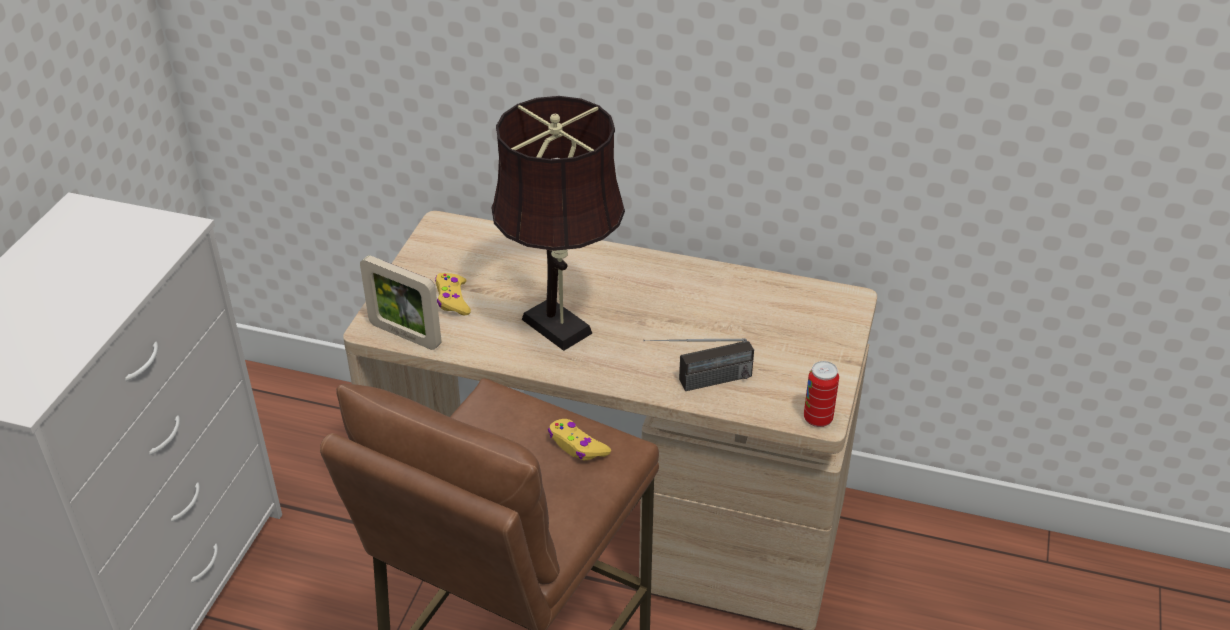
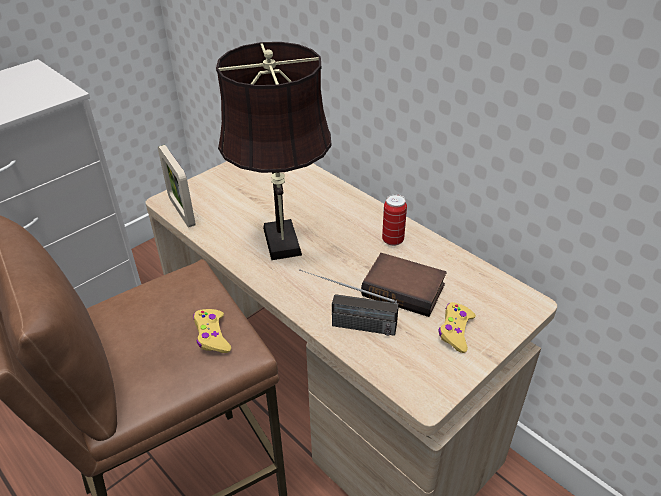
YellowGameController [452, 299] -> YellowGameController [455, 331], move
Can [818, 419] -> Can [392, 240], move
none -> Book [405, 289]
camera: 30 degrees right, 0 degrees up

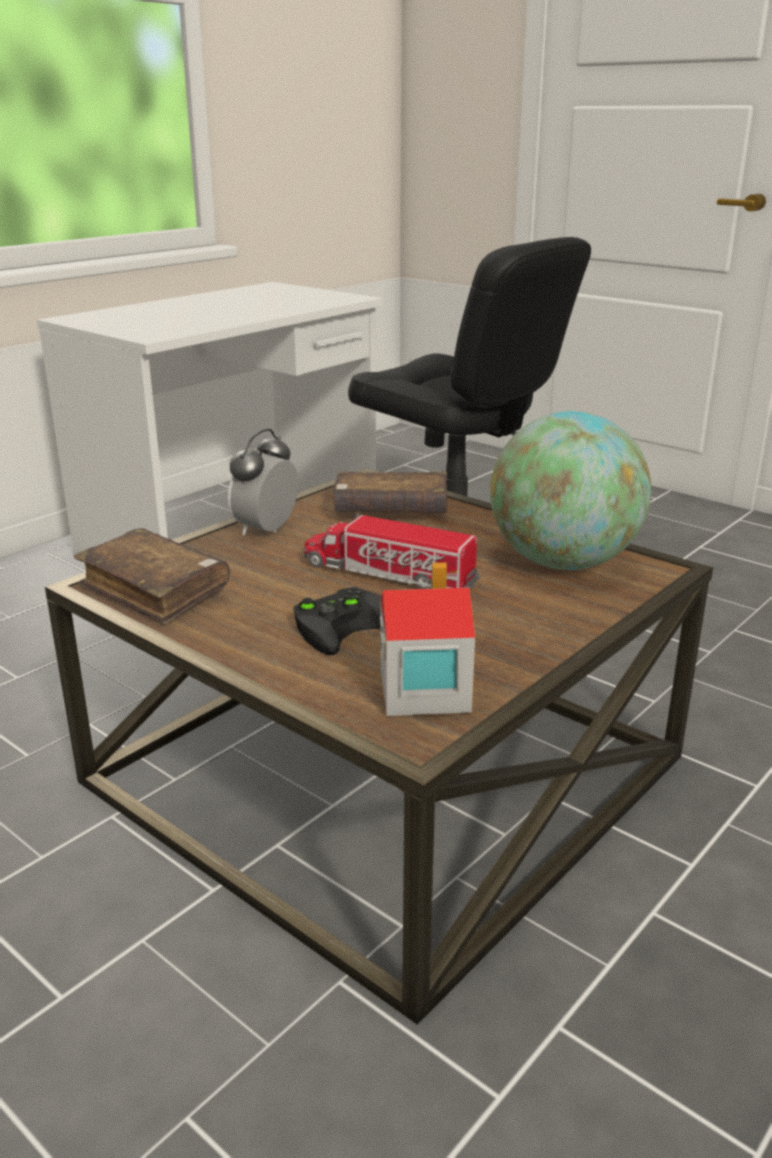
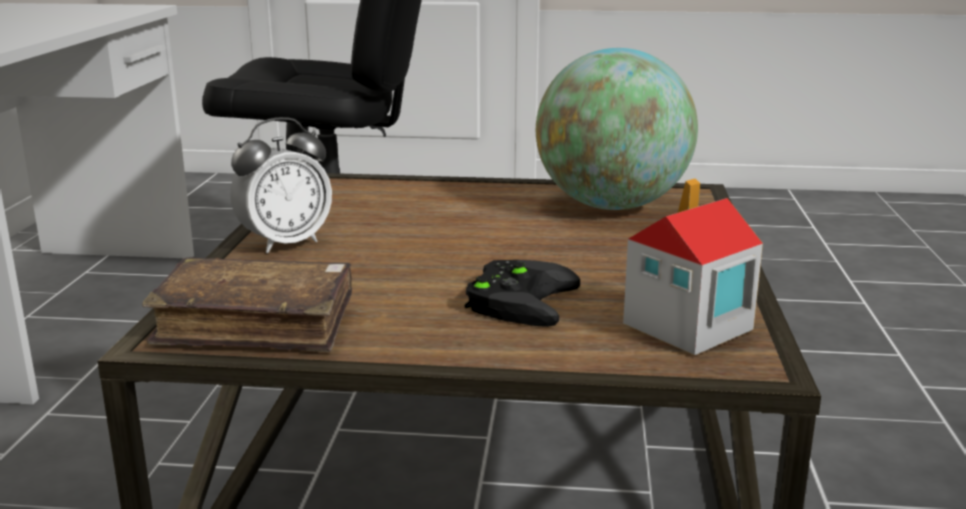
AlarmClock [266, 530] -> AlarmClock [285, 243], 120 degrees counterclockwise
ToyTruck [389, 574] -> none
BrownBook [391, 509] -> none
camera: 35 degrees left, 5 degrees down

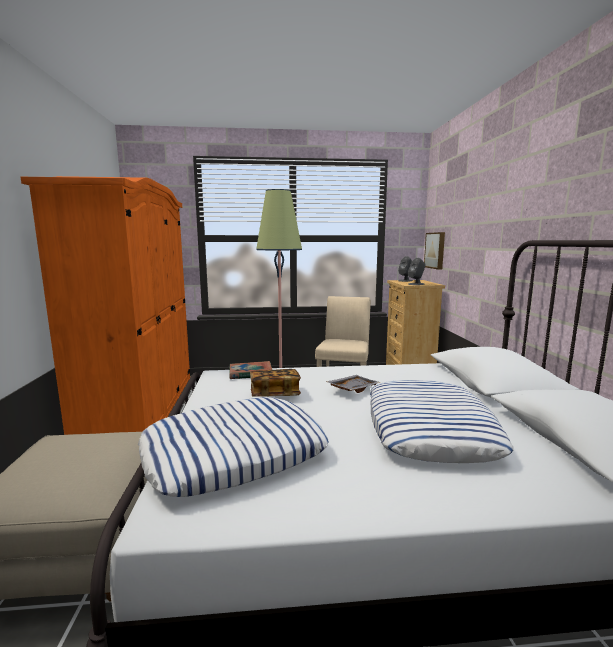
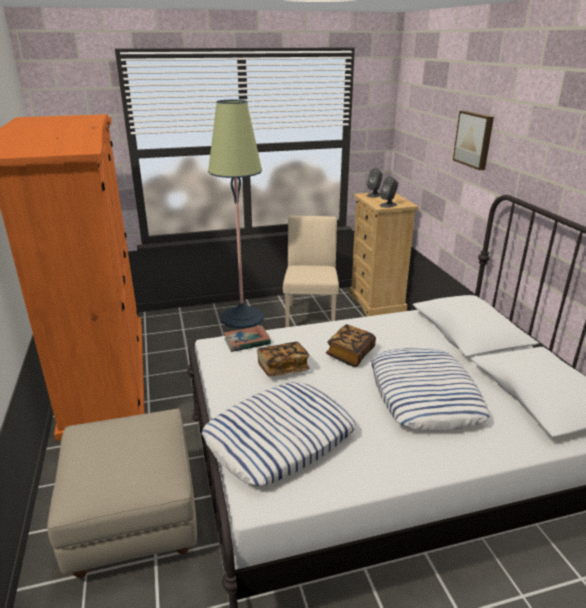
GreyTray [352, 389] -> Book [350, 354]
Picture [435, 250] -> Picture [474, 139], move
camera: 10 degrees left, 15 degrees up

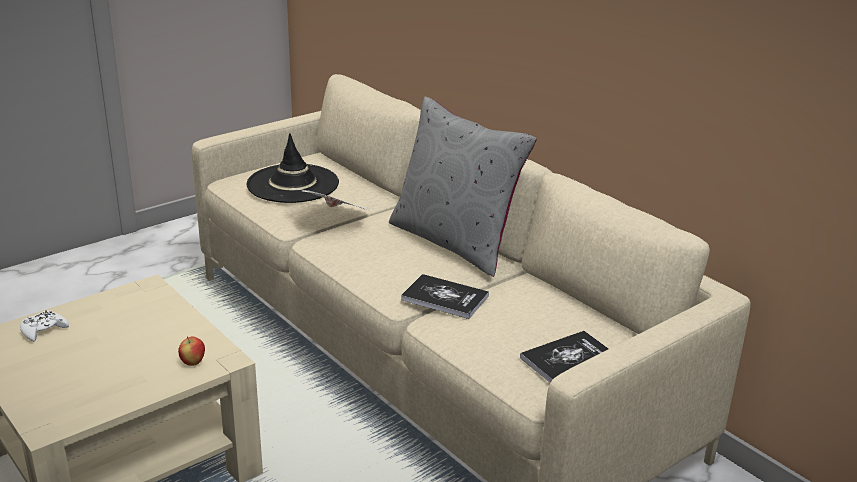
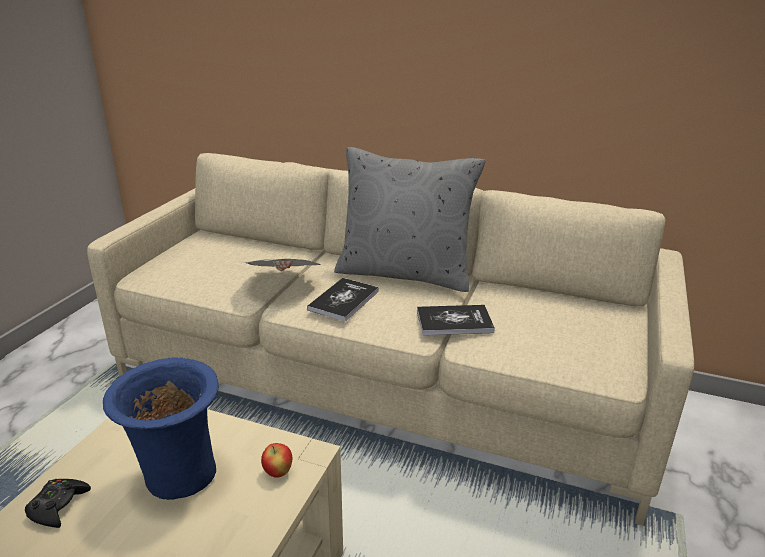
WhiteGameController [43, 330] -> BlackGameController [58, 506]
BlackHat [293, 184] -> none
Book [568, 359] -> Book [343, 300], move
none -> BlueVase [178, 478]
camera: 30 degrees left, 0 degrees up

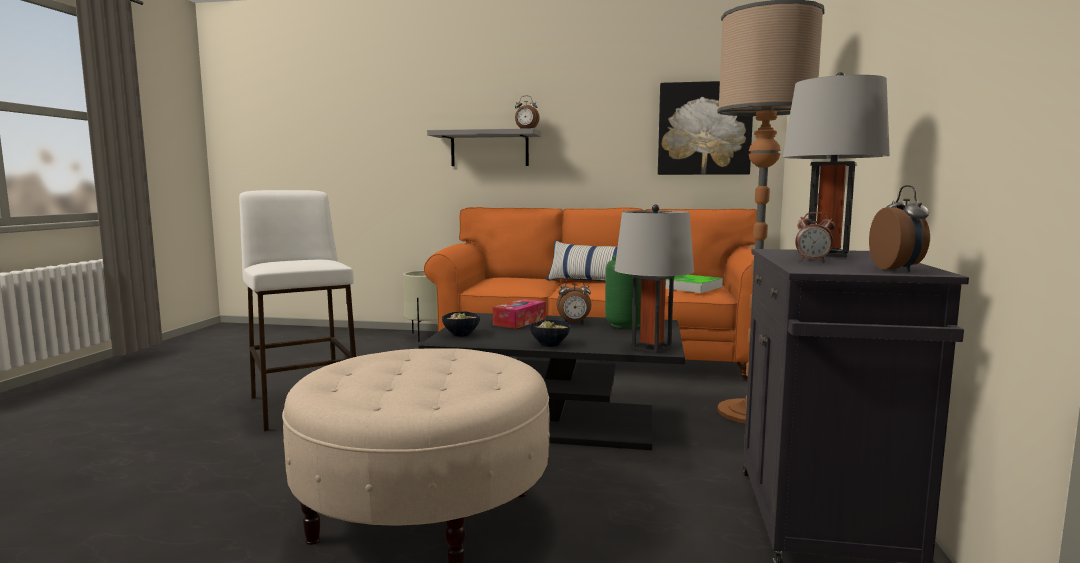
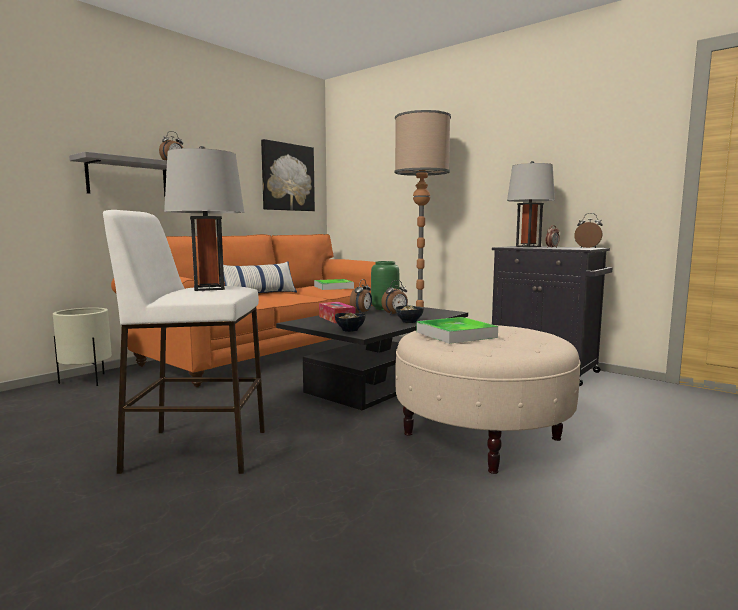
GreyTableLamp [651, 347] -> GreyTableLamp [209, 288], move
none -> AlarmClock [395, 314]
none -> Tray [456, 334]
camera: 60 degrees left, 0 degrees up

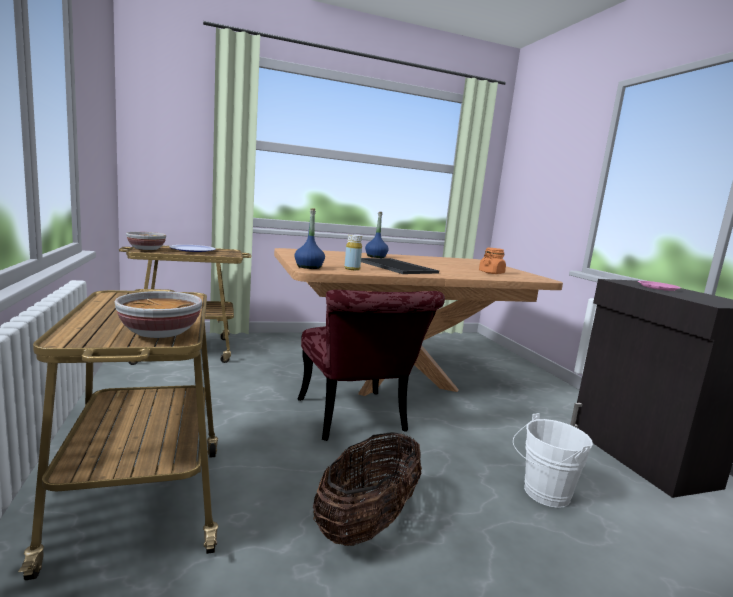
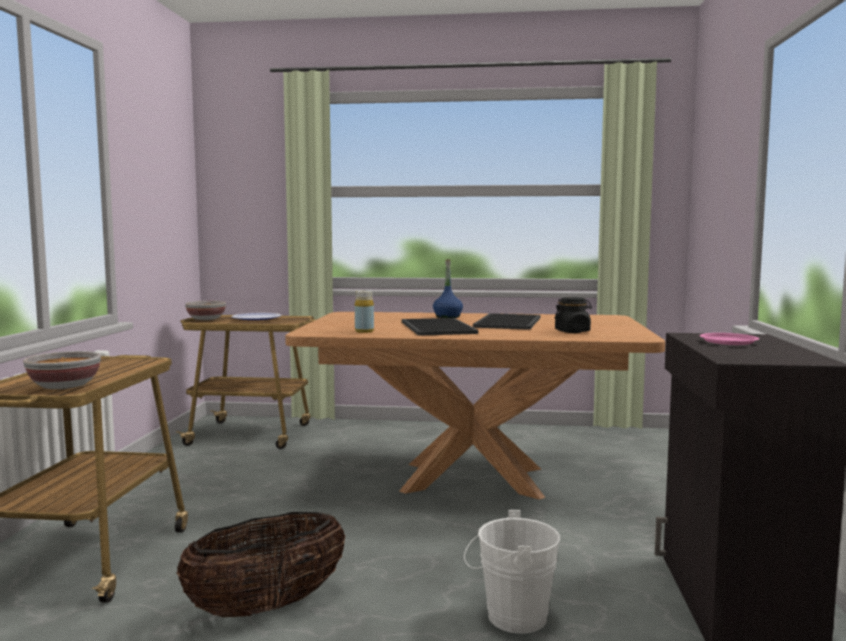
BlueBottle [309, 267] -> none
RedChair [356, 421] -> none
OrangeJar [491, 273] -> BlackJar [572, 331]
none -> Tray [509, 322]
camera: 25 degrees right, 5 degrees down

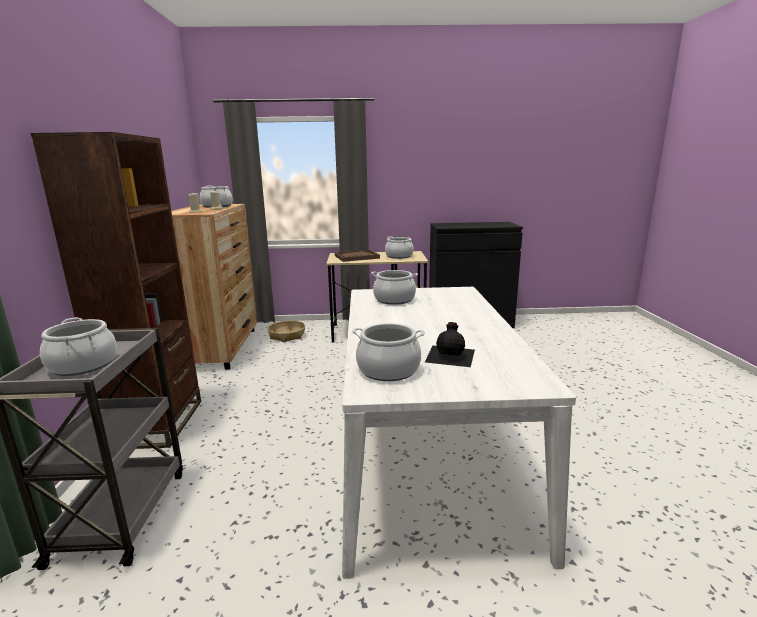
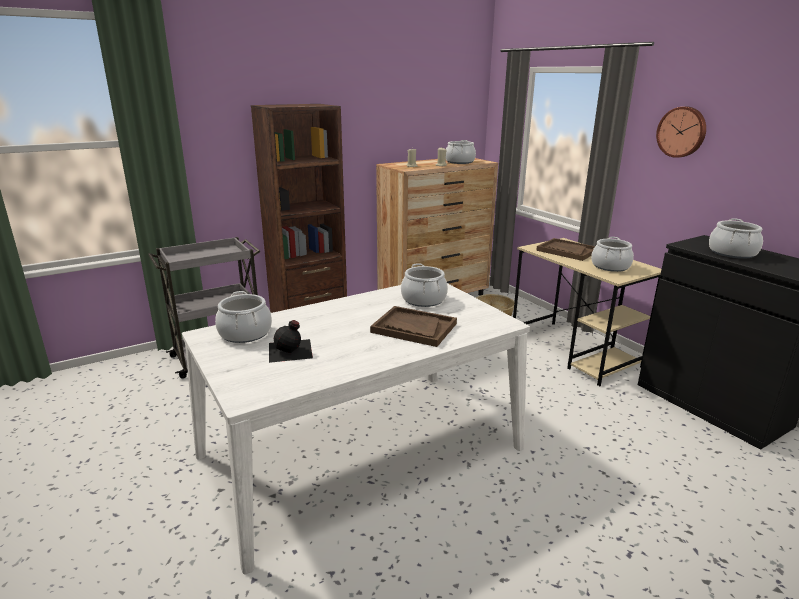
CookingPot [83, 365] -> CookingPot [732, 253], move
none -> BrownTray [413, 328]
none -> WallClock [682, 132]
camera: 60 degrees right, 5 degrees up

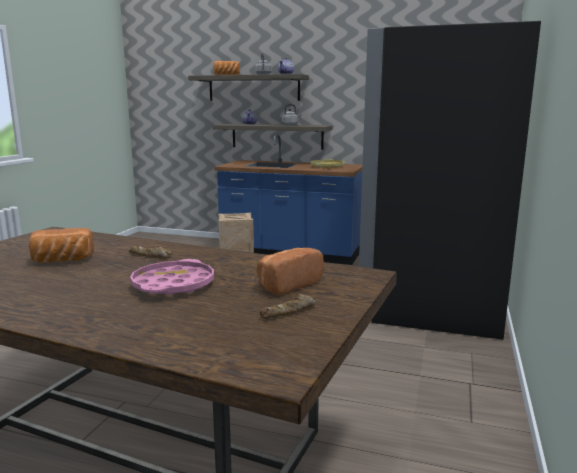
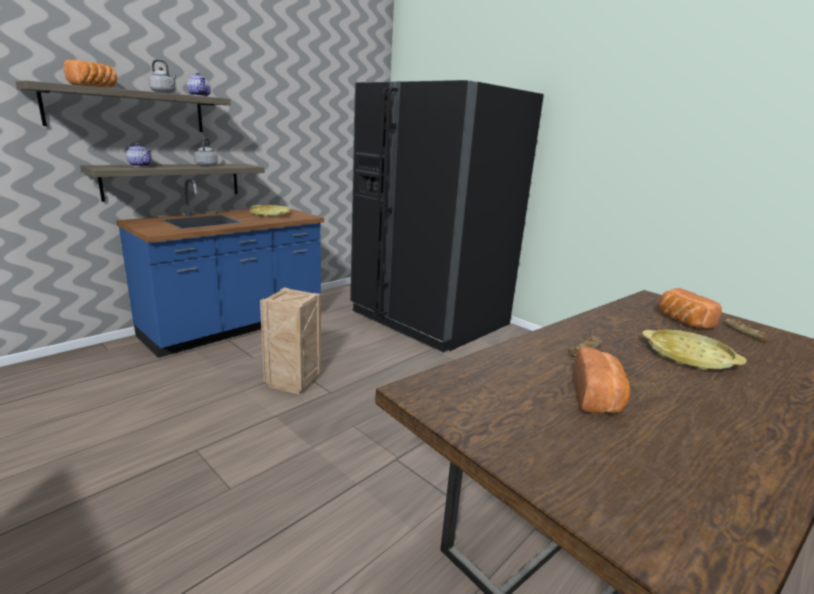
PinkTray [173, 285] -> YellowTray [688, 356]
camera: 65 degrees left, 5 degrees up

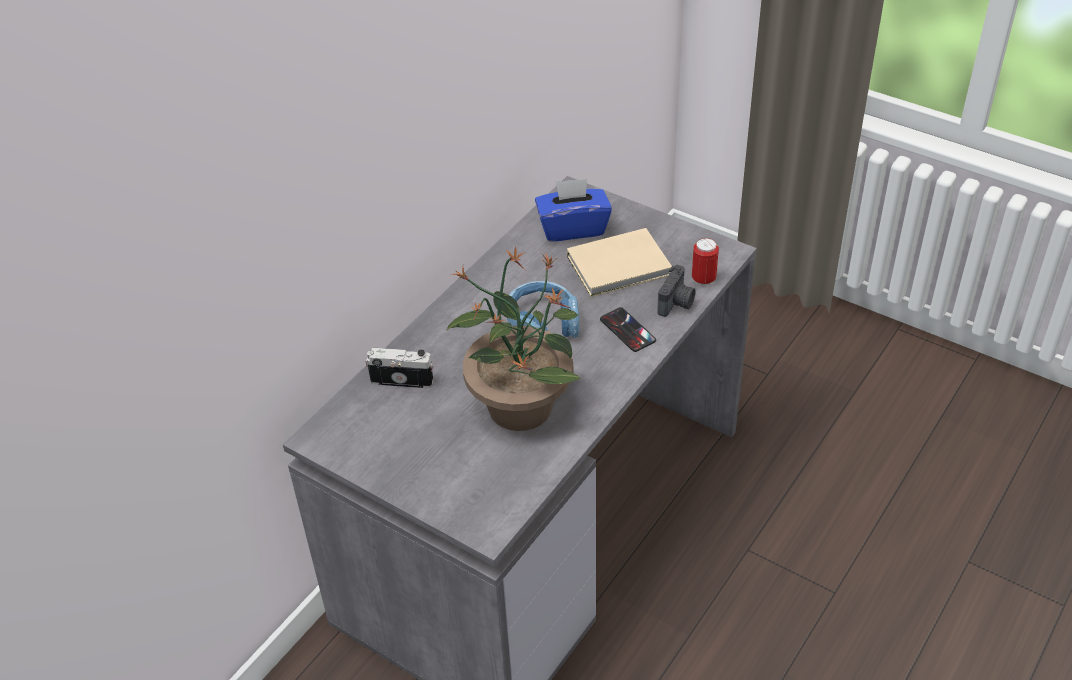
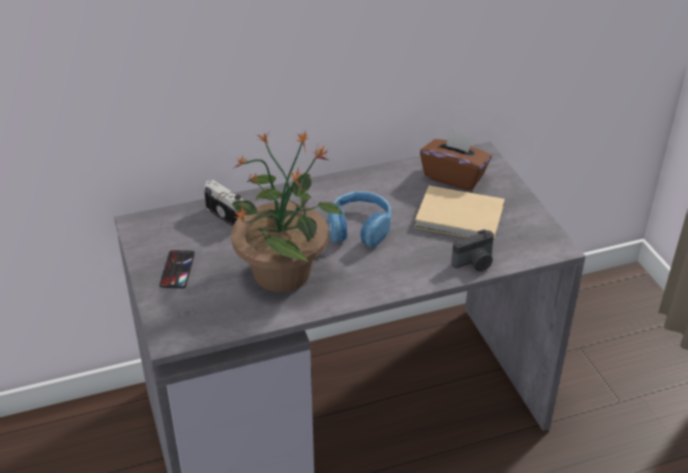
BlueTissueBox [572, 228] -> BrownTissueBox [454, 176]
Phone [627, 330] -> Phone [177, 269], move
Can [703, 279] -> none
camera: 35 degrees right, 5 degrees down

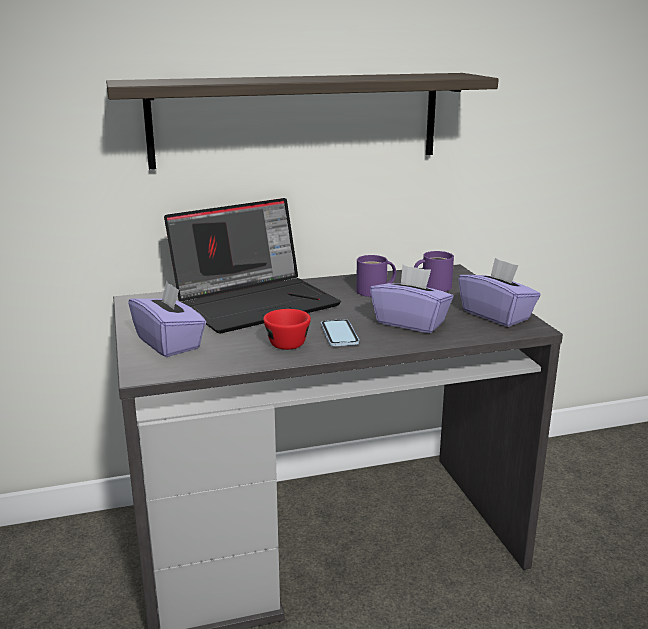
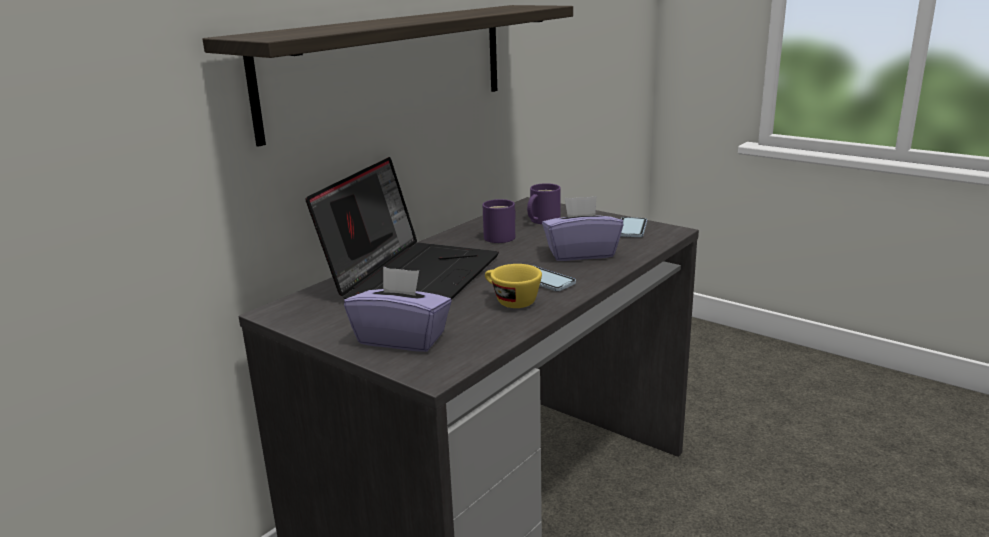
RedCup [285, 342] -> YellowCup [510, 301]
PurpleTissueBox [496, 315] -> Phone [631, 229]
camera: 35 degrees left, 0 degrees up

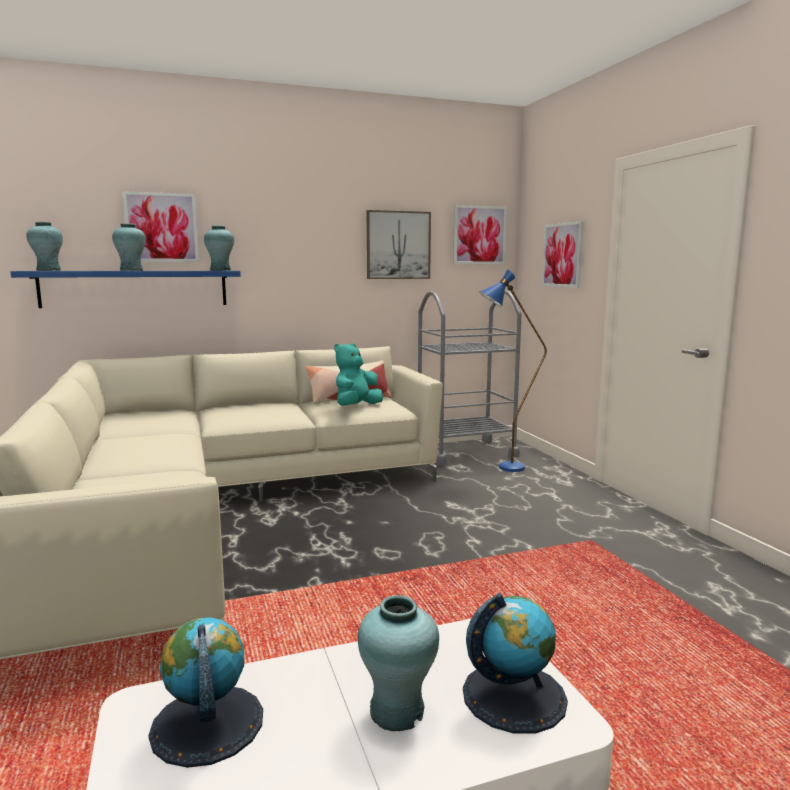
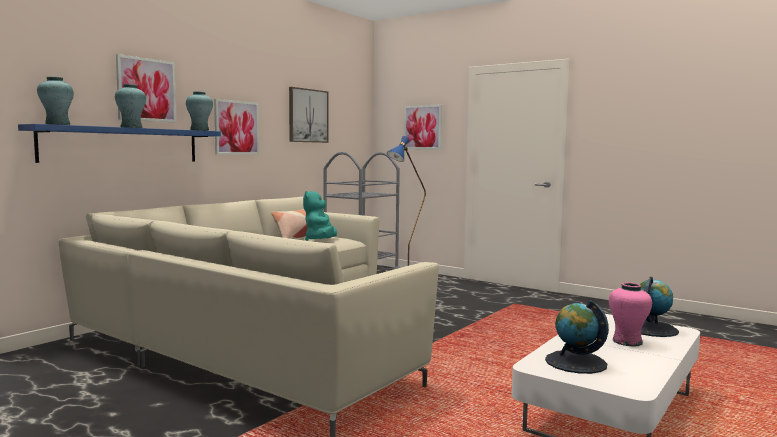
TurquoiseVase [397, 711] -> PinkVase [627, 341]
Picture [479, 235] -> Picture [236, 127], move
camera: 35 degrees left, 5 degrees down

